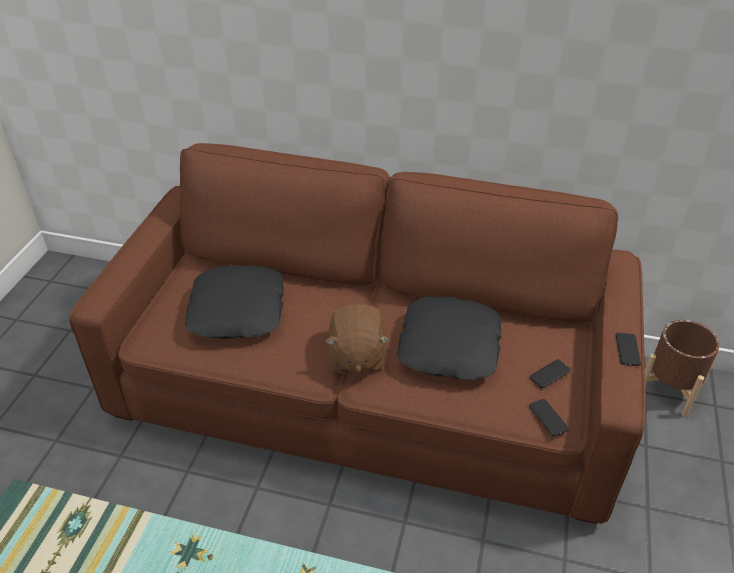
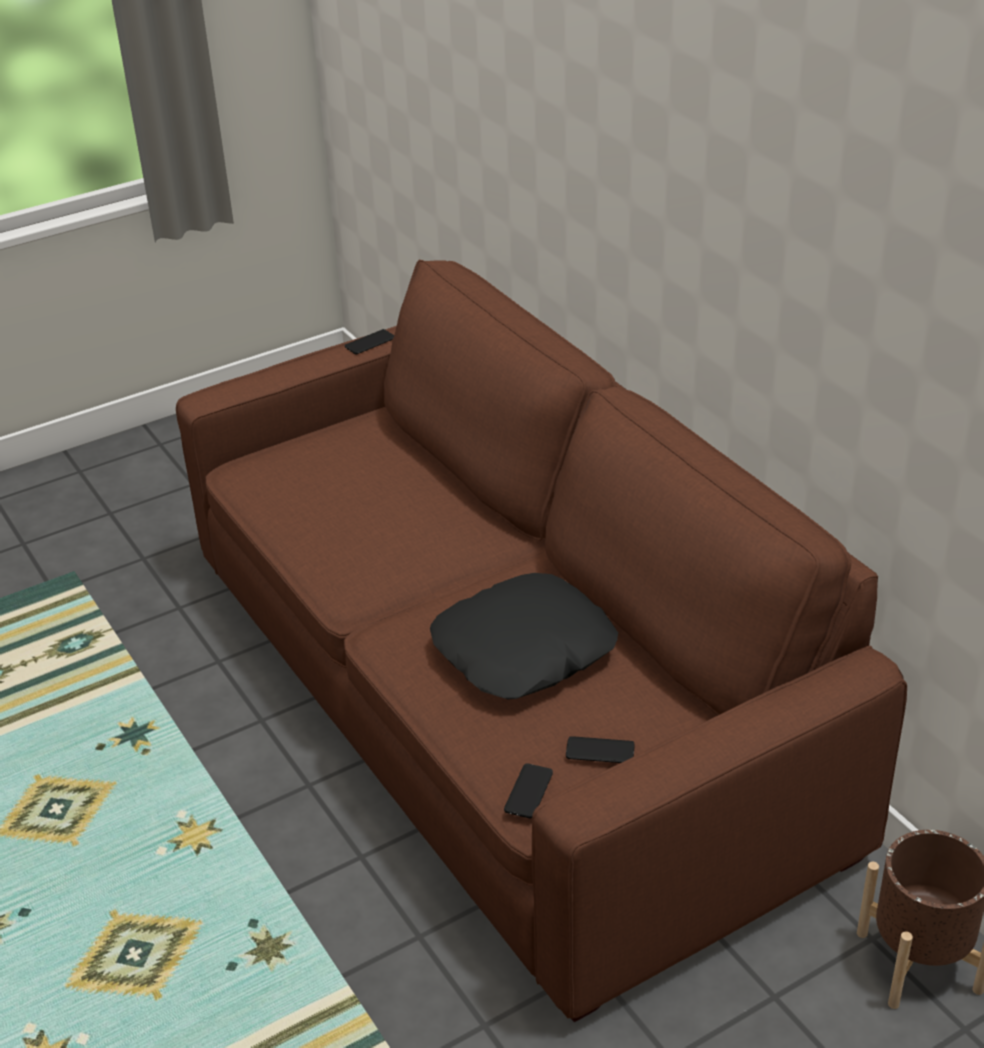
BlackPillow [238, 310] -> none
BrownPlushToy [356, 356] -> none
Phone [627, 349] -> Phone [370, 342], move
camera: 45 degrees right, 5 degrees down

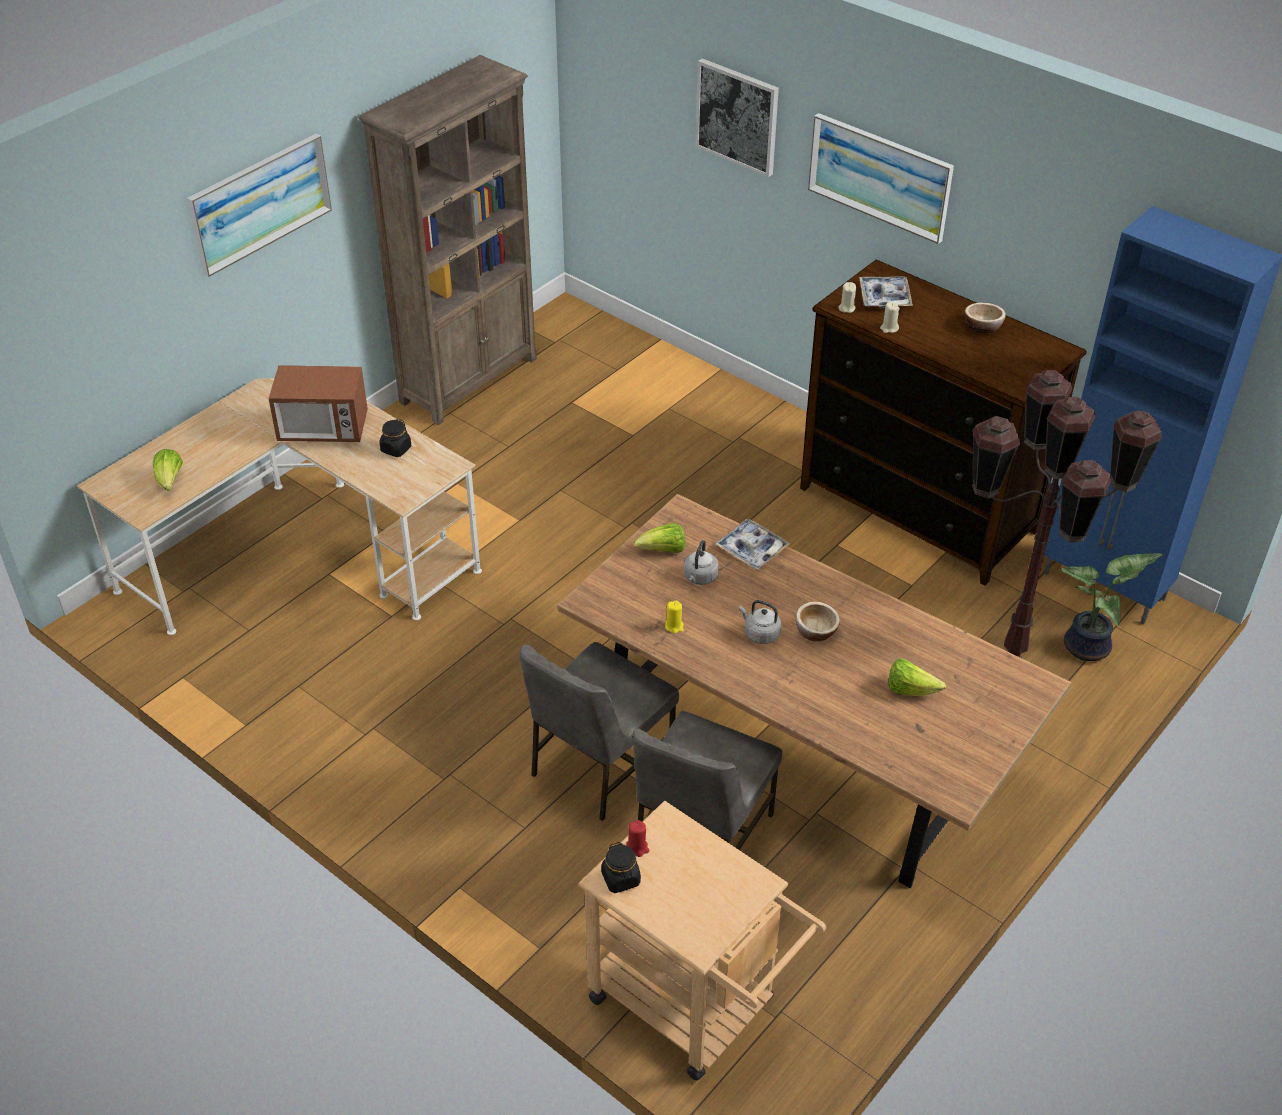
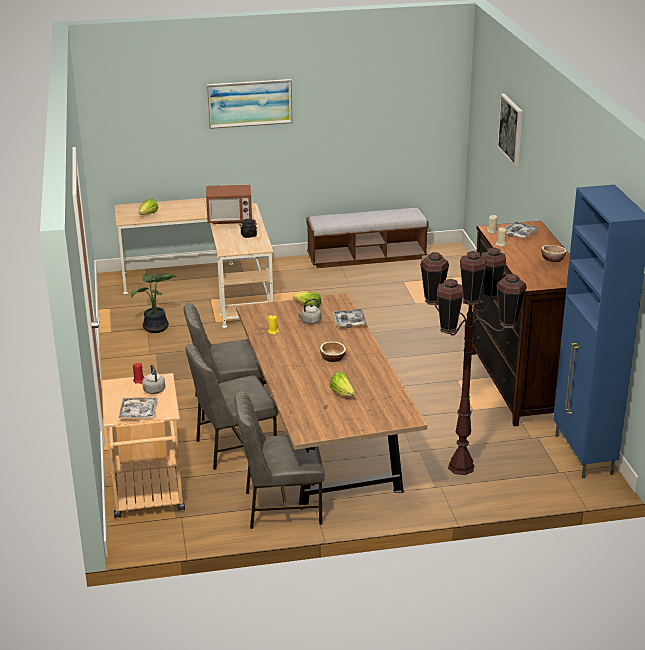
Microwave [323, 429] -> Microwave [229, 219], 45 degrees counterclockwise
BrownBookcase [469, 380] -> Bench [367, 257]
BlackJar [621, 879] -> none
GreyKettle [760, 634] -> GreyKettle [154, 389], move
Picture [880, 176] -> none
PottedPlant [1089, 648] -> PottedPlant [156, 329], move
none -> Tray [138, 412]
none -> GreyChair [281, 507]
camera: 40 degrees right, 15 degrees down

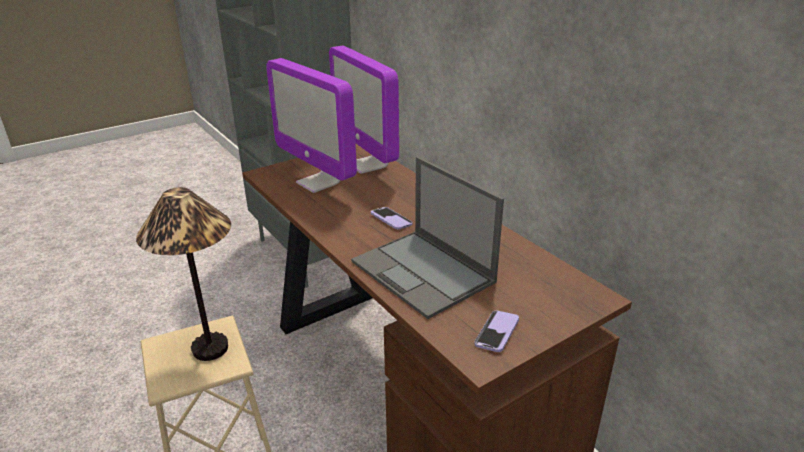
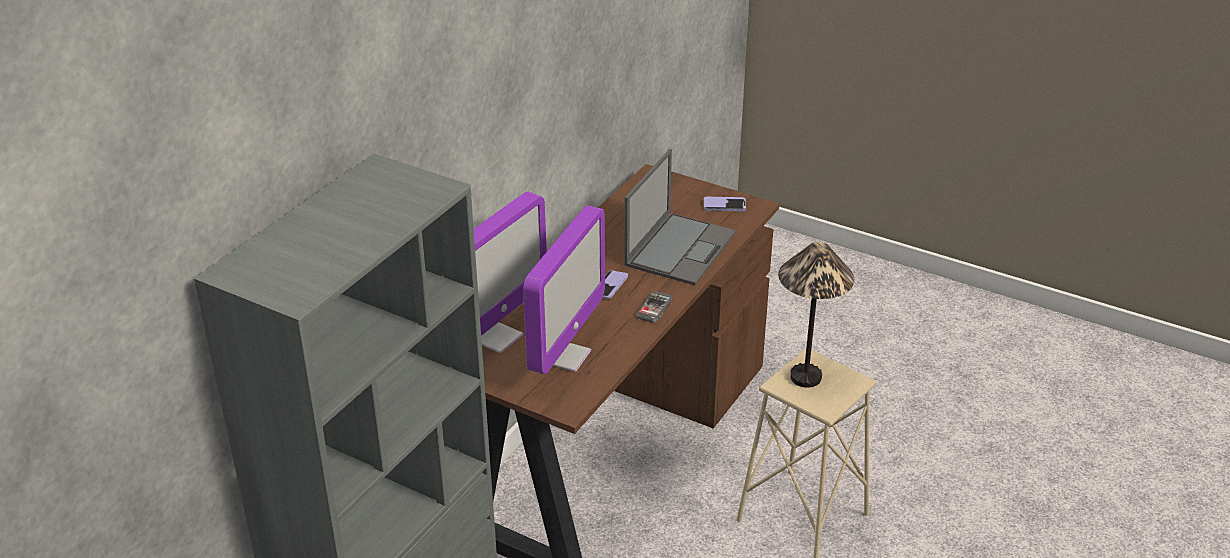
none -> Phone [654, 308]
camera: 115 degrees left, 5 degrees up

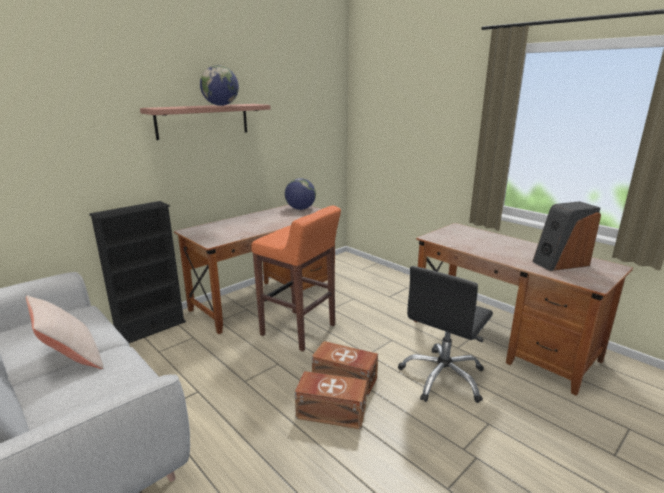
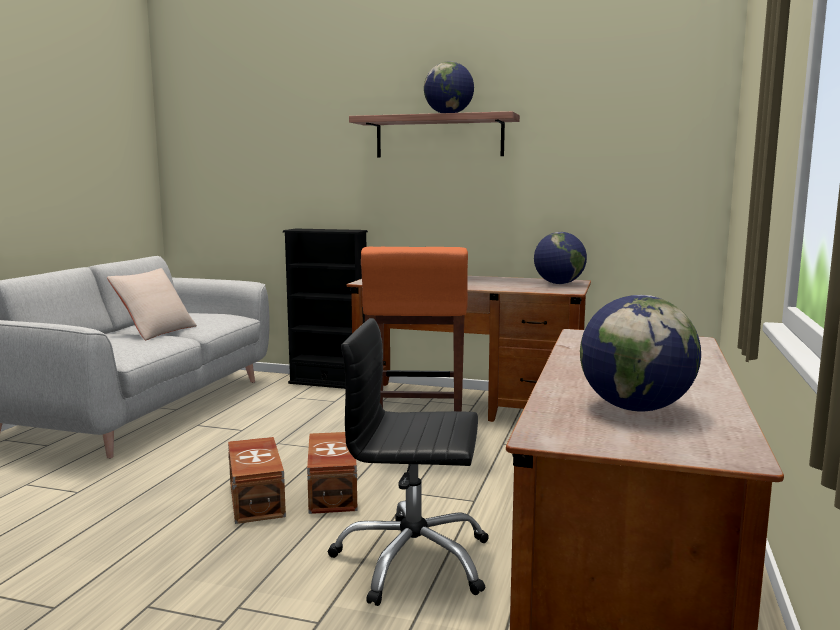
Speaker [560, 263] -> Globe [635, 408]
camera: 60 degrees right, 10 degrees down

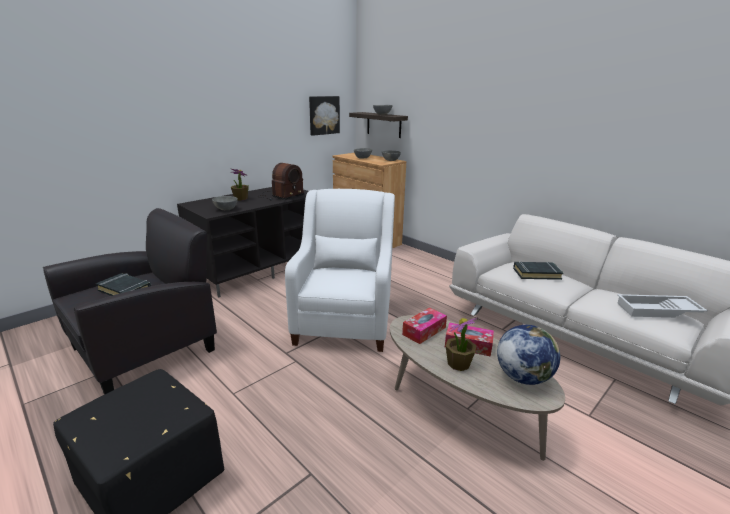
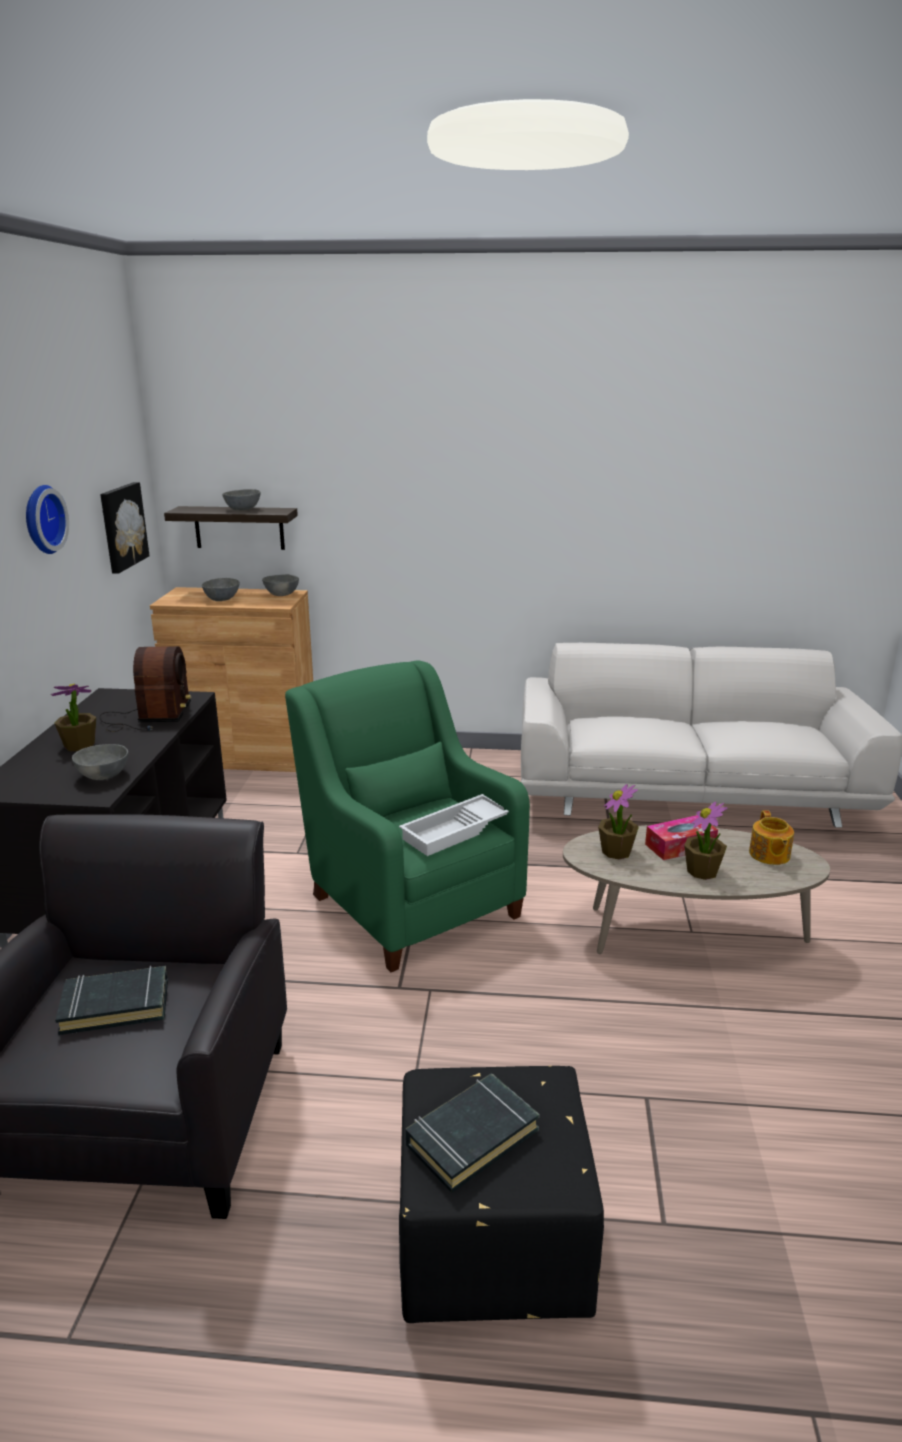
WhiteArmchair [345, 320] -> GreenArmchair [409, 899]
TissueBox [424, 331] -> PottedPlant [616, 852]
Globe [522, 377] -> Teapot [769, 855]
BlackBook [536, 273] -> BlackBook [471, 1137], move
WhiteTray [658, 311] -> WhiteTray [456, 831], move
none -> WallClock [41, 519]
camera: 40 degrees left, 0 degrees up

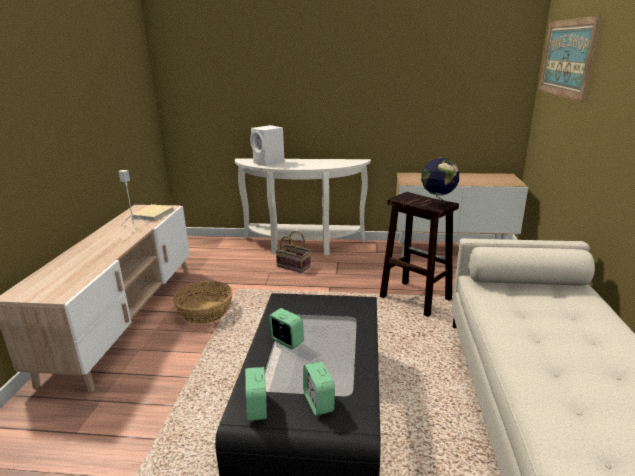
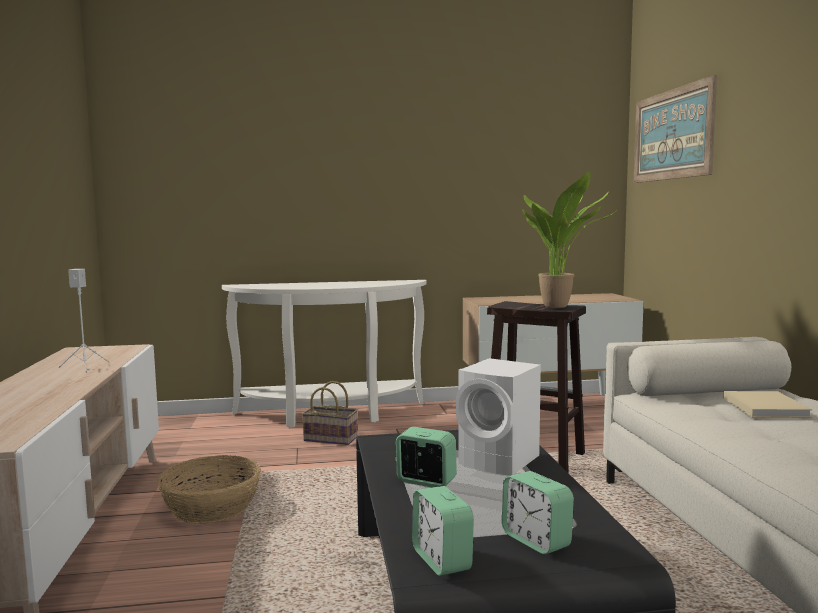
BeigeBook [154, 213] -> BeigeBook [764, 407], move
WhiteSpeaker [269, 163] -> WhiteSpeaker [501, 461], move
Globe [437, 204] -> PottedPlant [560, 306]
camera: 15 degrees left, 15 degrees down

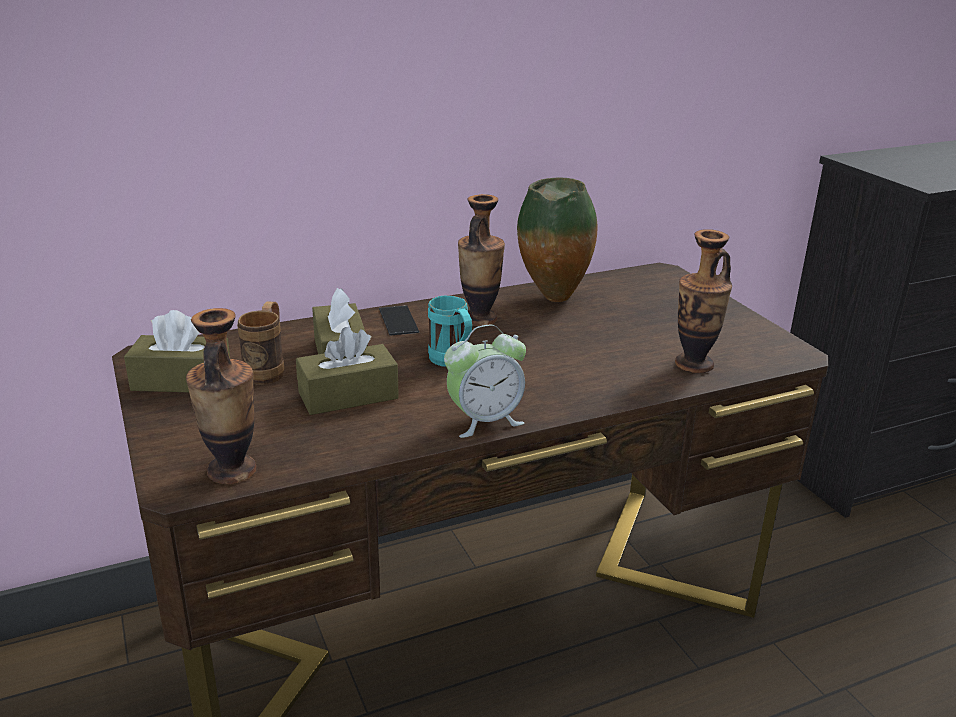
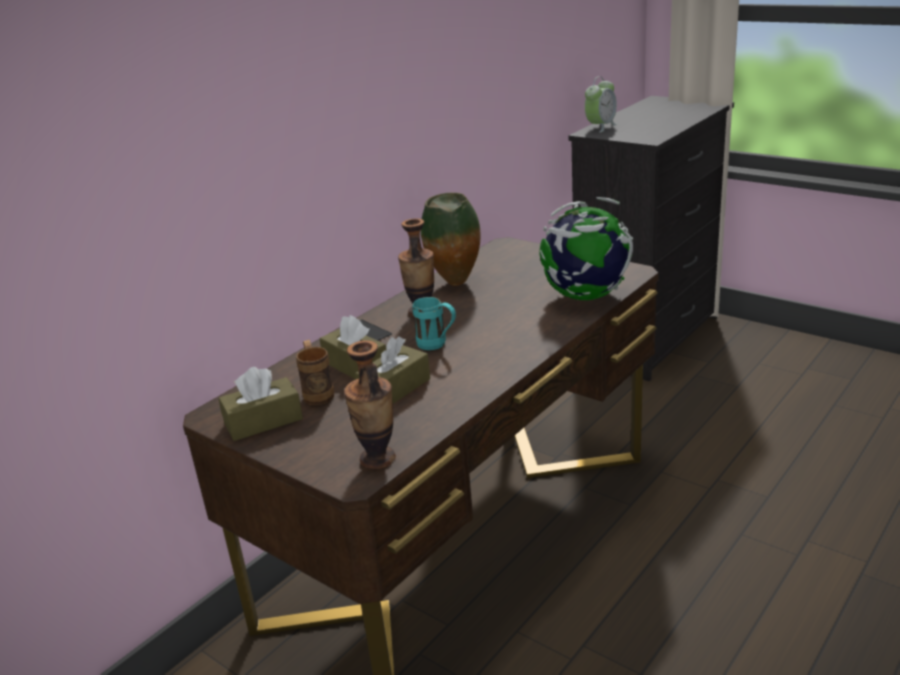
AlarmClock [484, 421] -> AlarmClock [600, 127], move
Vase [693, 364] -> Globe [585, 296]
camera: 25 degrees left, 0 degrees up

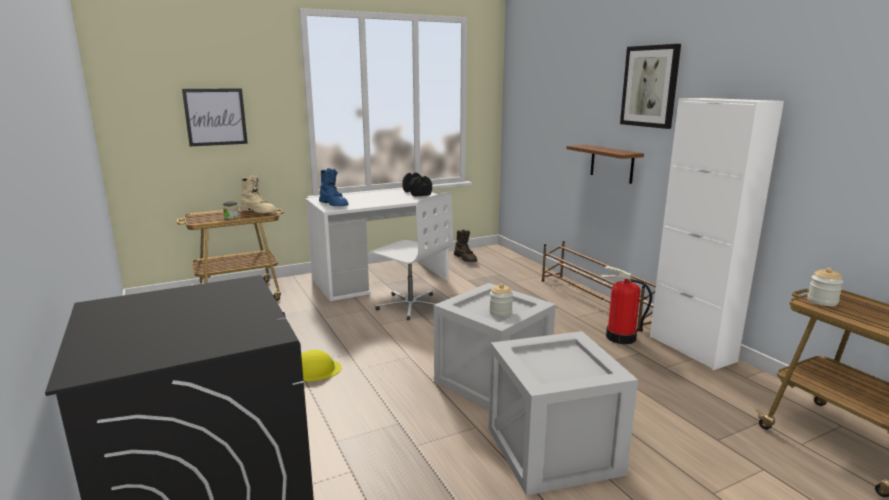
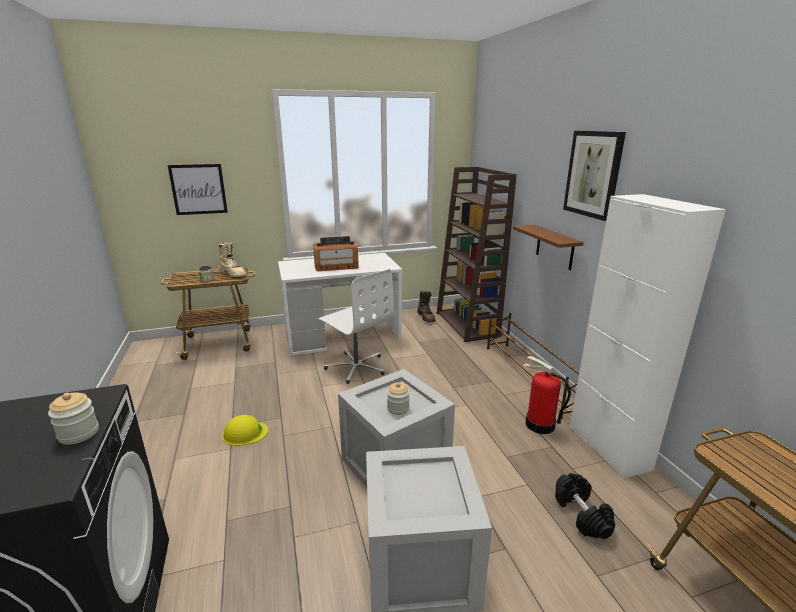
BlueBoot [334, 204] -> none
BlackDumbbell [417, 193] -> BlackDumbbell [582, 515], move
Jar [822, 301] -> Jar [79, 434], move
none -> Radio [336, 267]
none -> BrownBookcase [467, 324]
camera: 10 degrees right, 5 degrees up

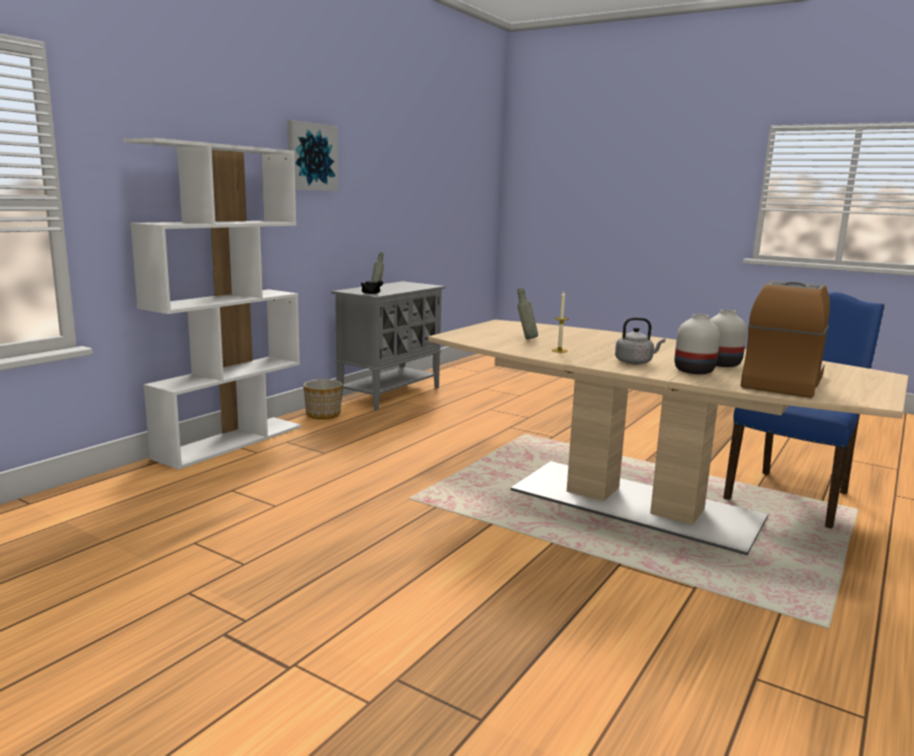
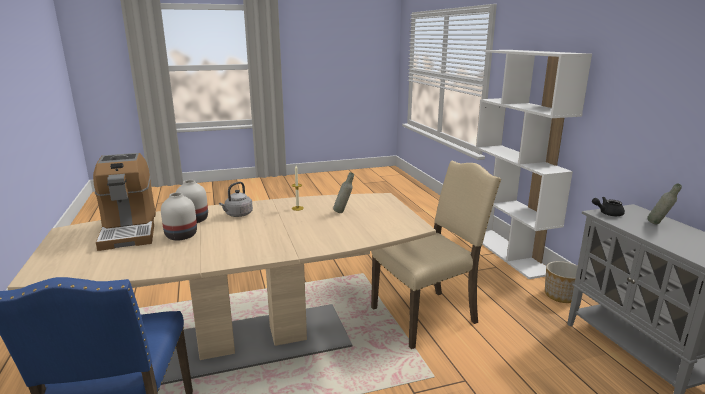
Picture [311, 157] -> none
none -> BeigeChair [427, 316]
camera: 130 degrees right, 5 degrees up

